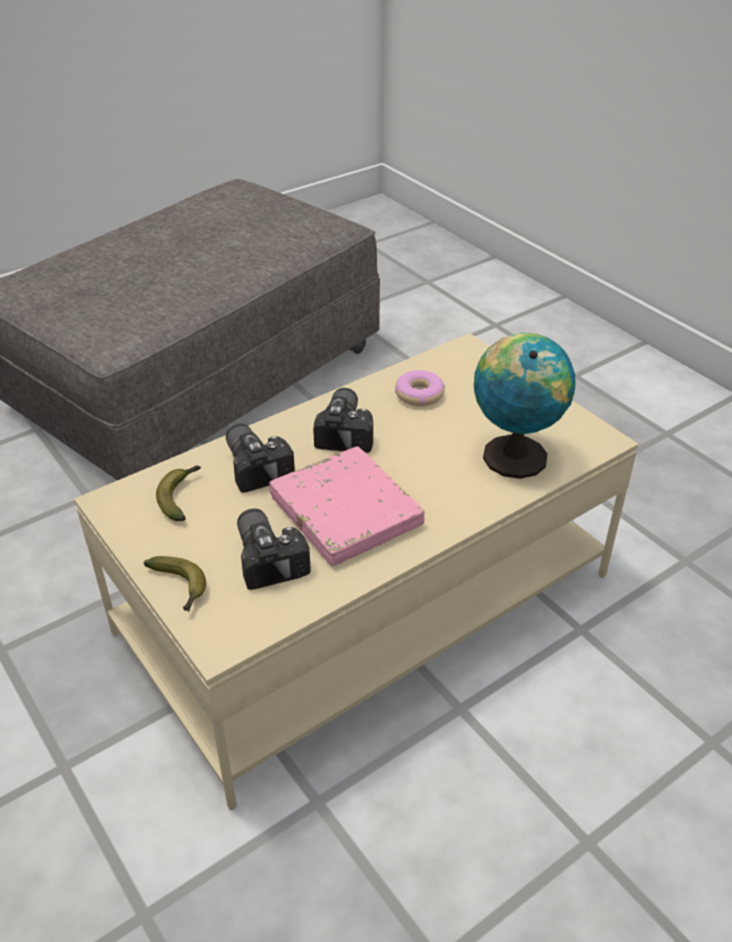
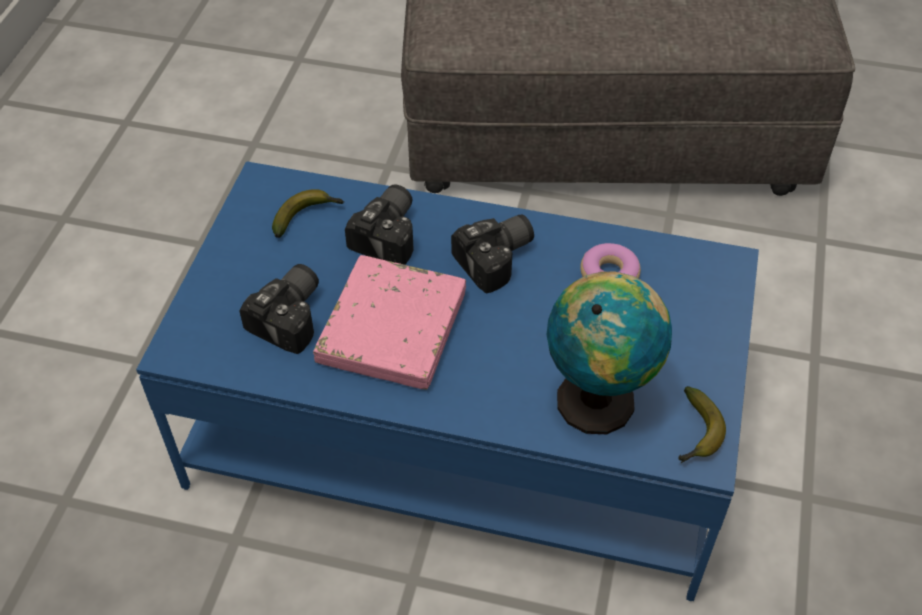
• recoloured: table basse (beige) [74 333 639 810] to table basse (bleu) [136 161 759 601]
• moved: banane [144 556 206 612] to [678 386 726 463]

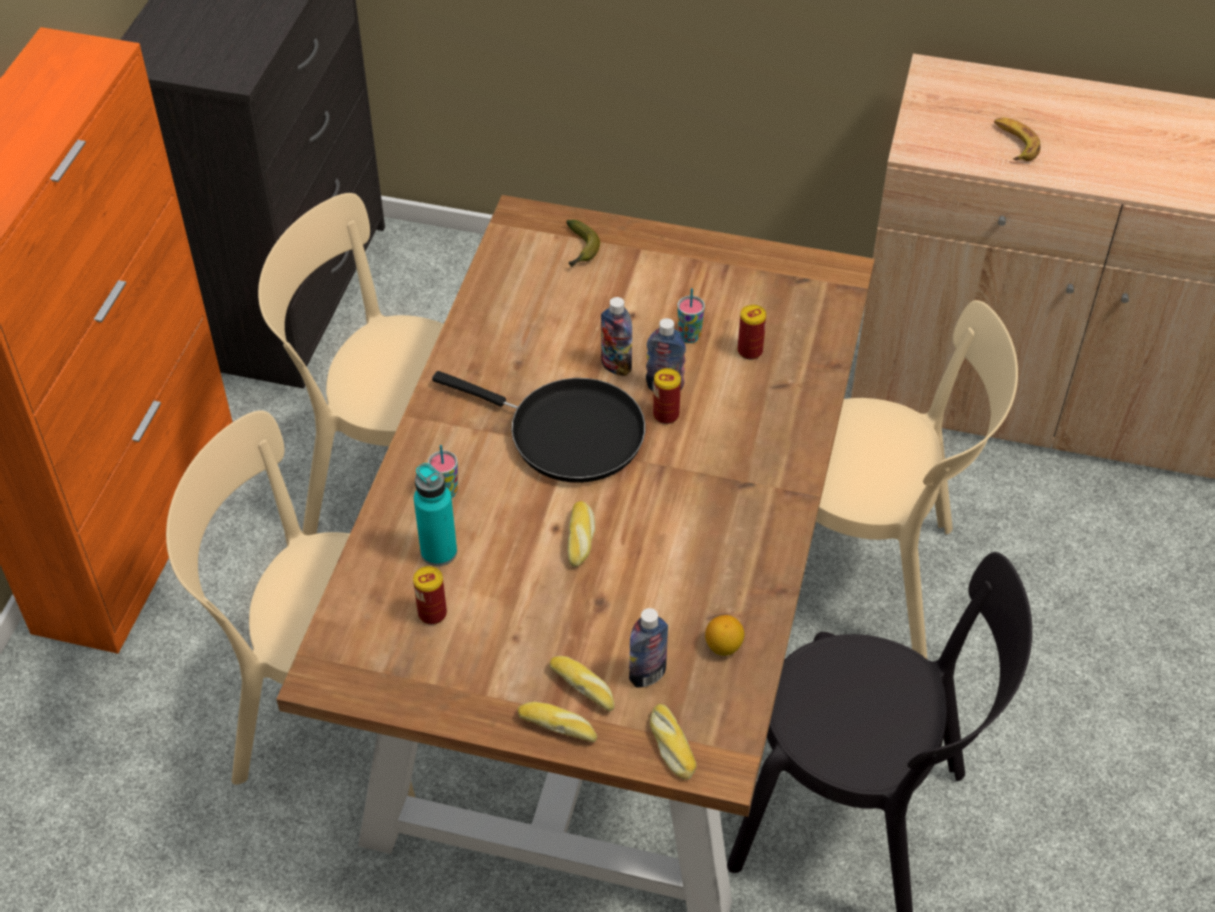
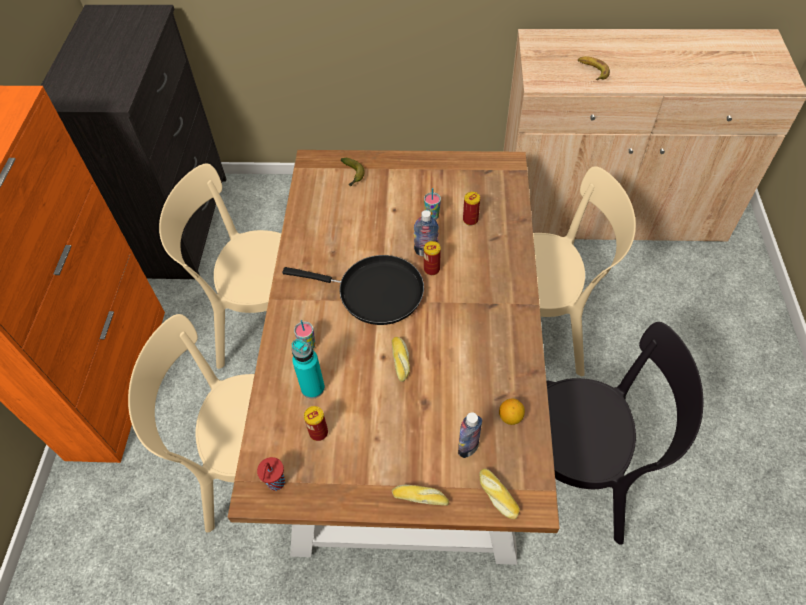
• added: tasse (rouge) [257 457 285 491]
• removed: pain [550 656 615 712]
• removed: bouteille [601 297 632 376]

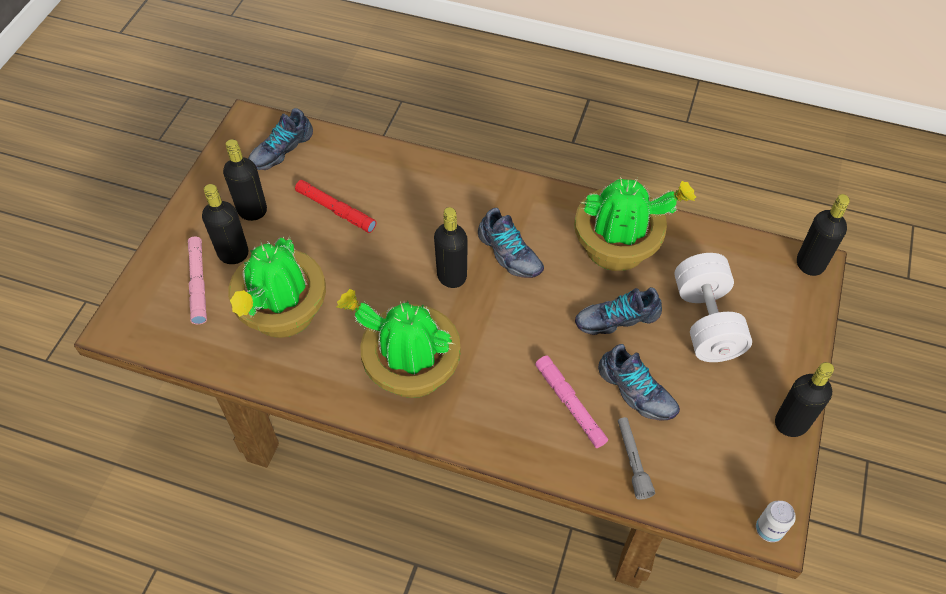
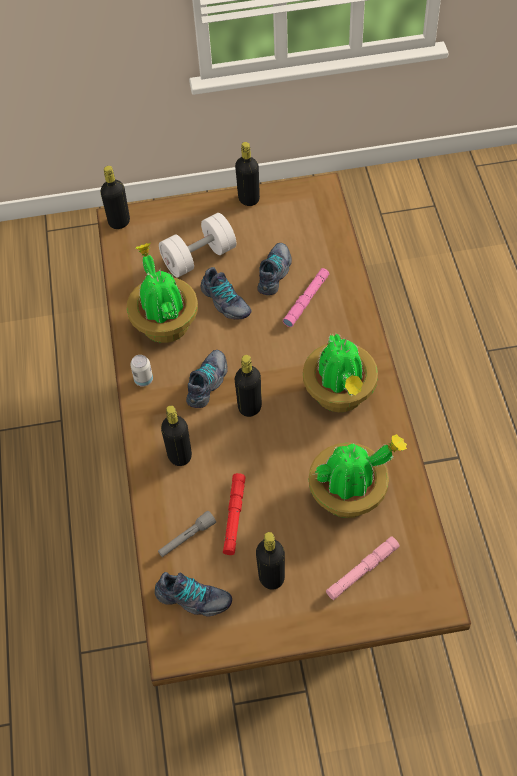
• moved: boîte métallique [756 501 796 542] to [130 355 153 387]
• moved: lampe de poche (gris) [618 417 655 500] to [158 511 216 557]
• moved: bouteille (noir) [202 184 248 264] to [161 405 192 466]

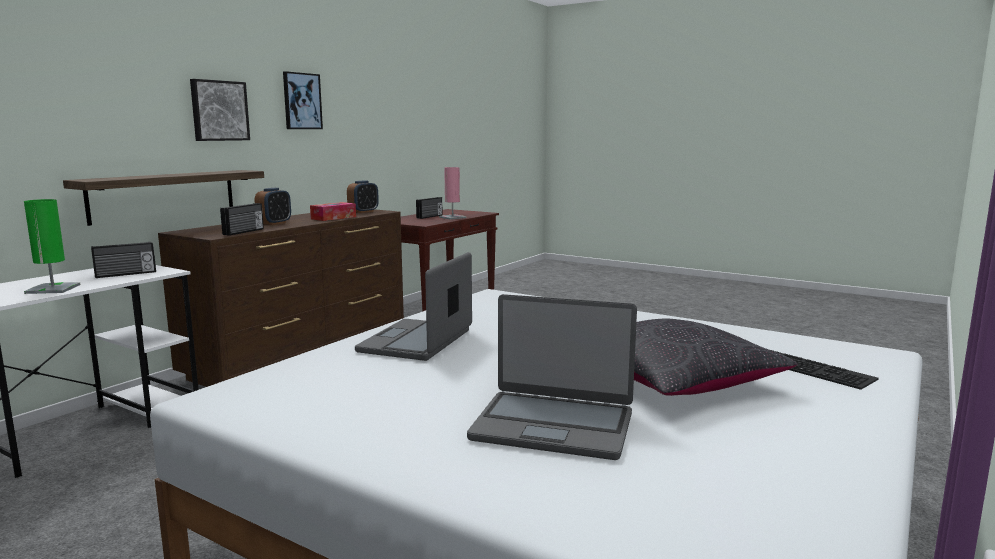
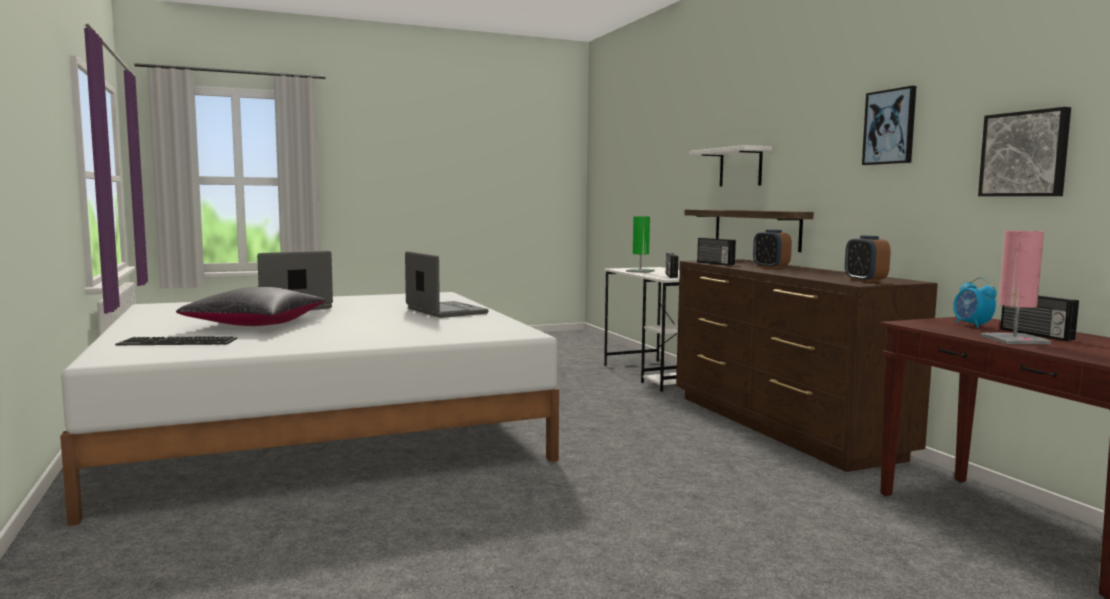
• added: étagère (blanc) [689 145 772 186]
• added: réveil [953 277 997 328]
• moved: tableau [190 79 250 141] to [978 107 1071 196]
• removed: boîte à mouchoirs [310 202 356 221]

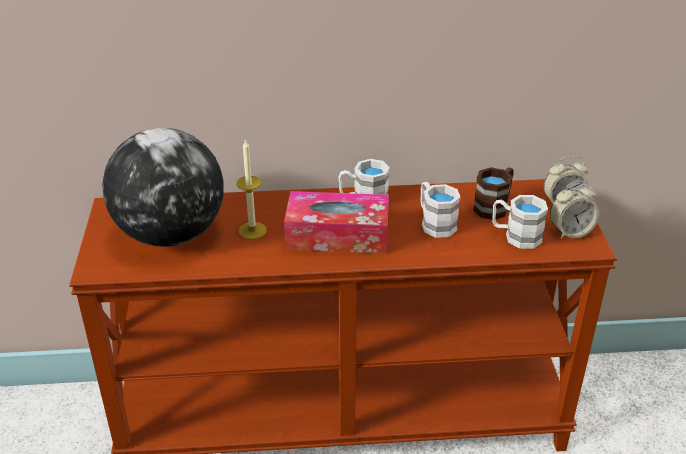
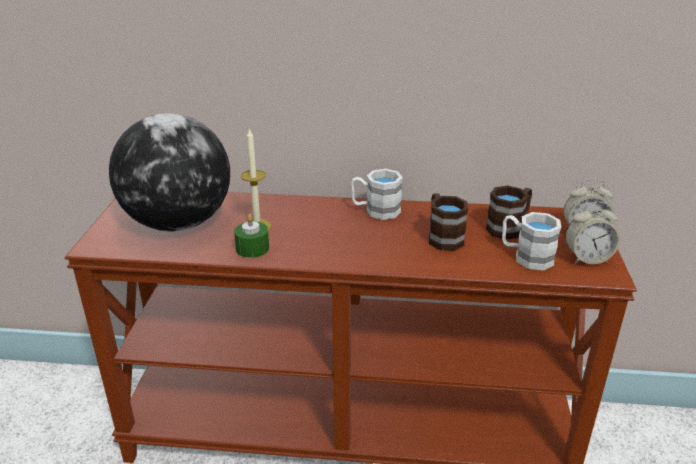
• added: bougie (vert) [234 214 269 258]
• recoloured: mug (blanc) [421 182 460 238] to mug (marron) [429 193 468 251]
• removed: boîte à mouchoirs [284 191 389 254]

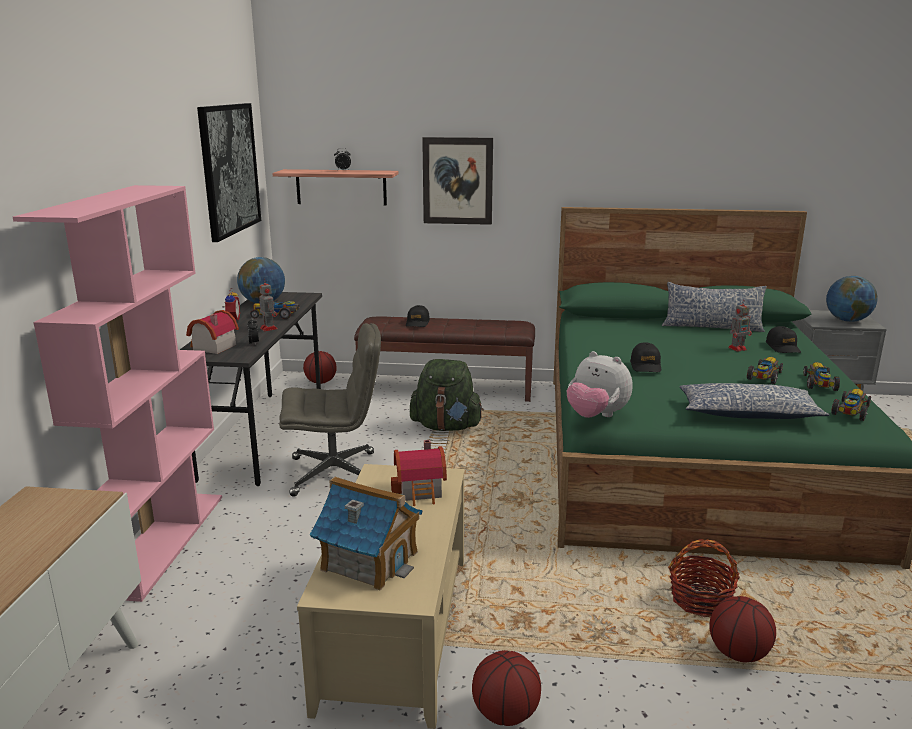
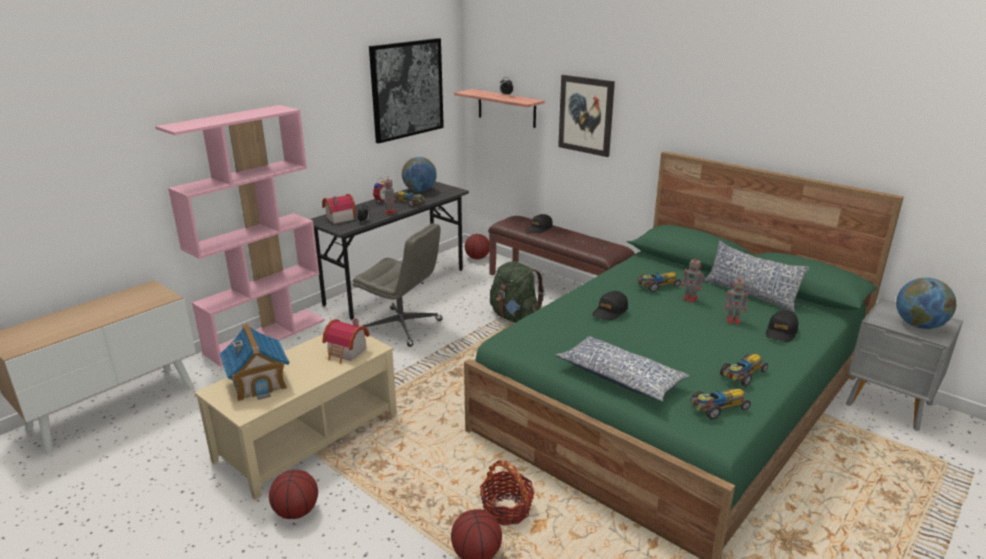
• moved: petite voiture [747 357 783 384] to [637 272 681 292]
• added: robot jouet [681 257 705 303]
• removed: peluche [567 351 633 418]

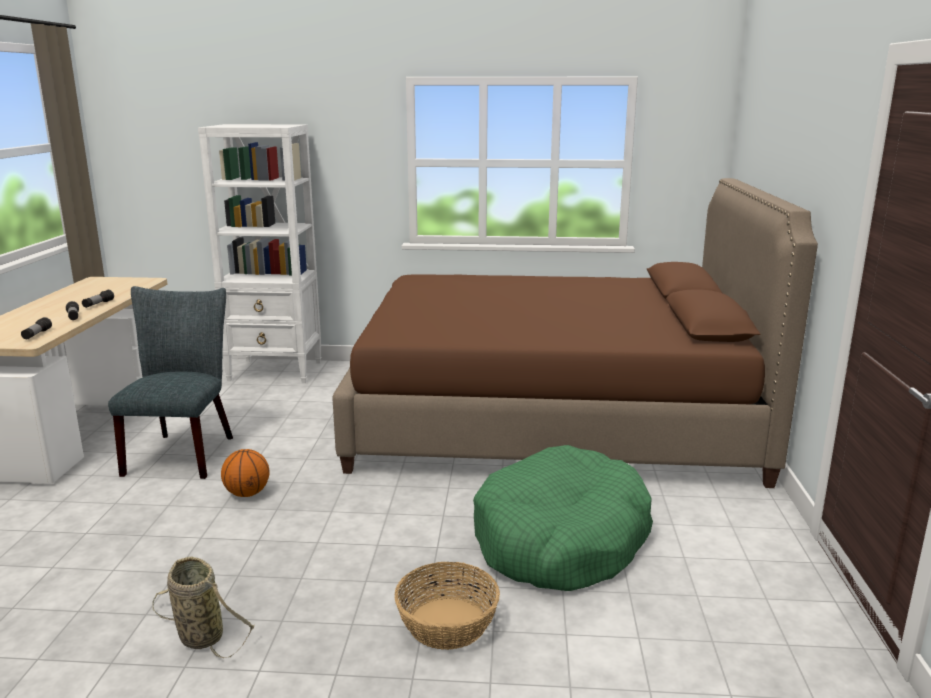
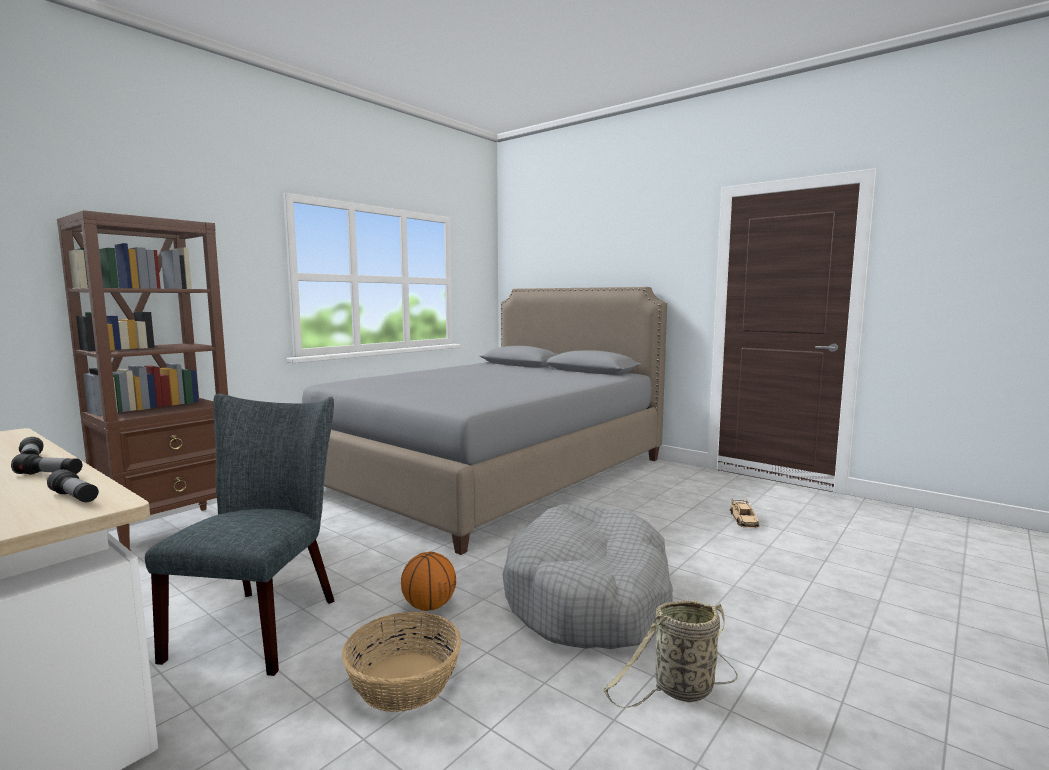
• recoloured: bibliothèque (blanc) [198 124 321 383] to bibliothèque (marron) [57 210 228 551]
• turned: chaise (gris) [108 286 233 479] = [145 394 335 676] 60 degrees clockwise
• recoloured: lit (marron) [332 178 818 488] to lit (gris) [302 287 667 555]
• moved: panier [395 562 500 650] to [342 612 461 712]
• added: panier pour chien (gris) [502 504 673 649]
• added: petite voiture (beige) [730 499 760 528]
• removed: panier pour chien (vert) [473 445 653 591]

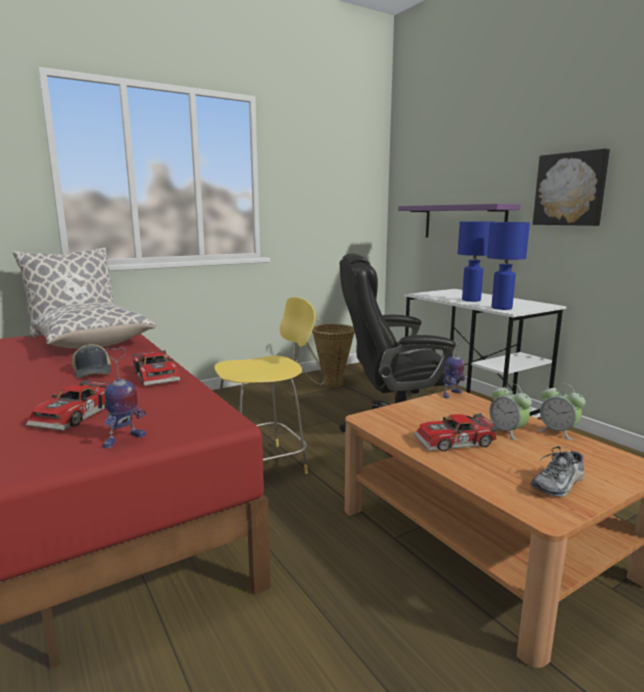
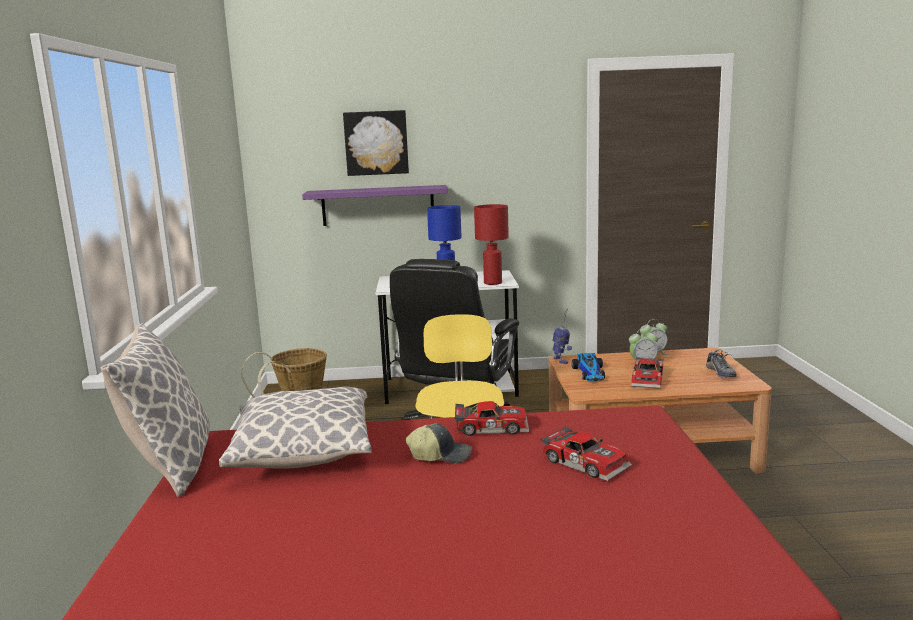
• moved: tableau [533 149 610 226] to [343 110 409 176]
• recoloured: lampe de table (bleu) [487 222 530 310] to lampe de table (rouge) [474 204 509 285]
• added: petite voiture [572 353 605 381]
• removed: robot jouet [103 348 146 448]

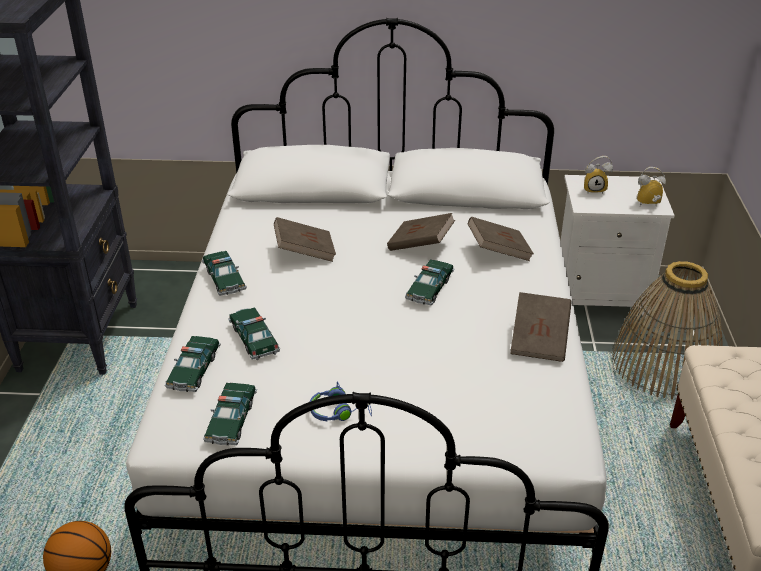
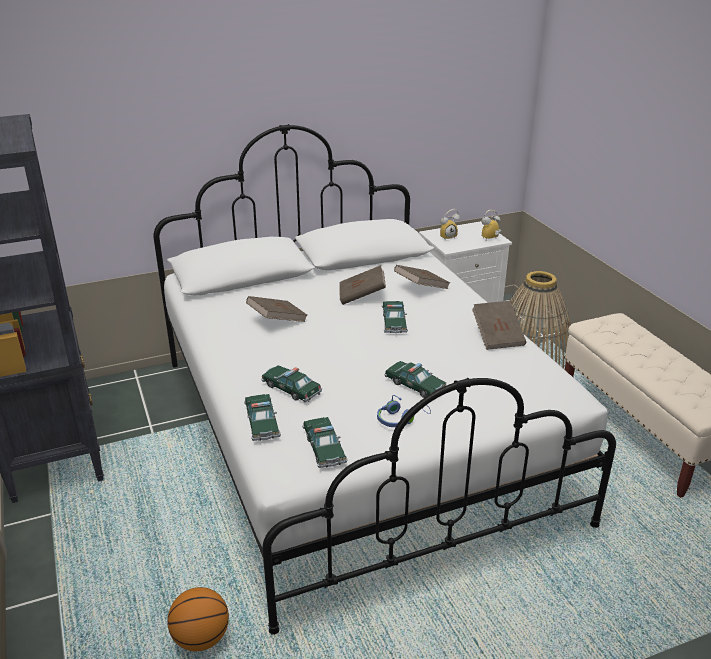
• moved: petite voiture [202 251 247 296] to [384 361 447 398]

